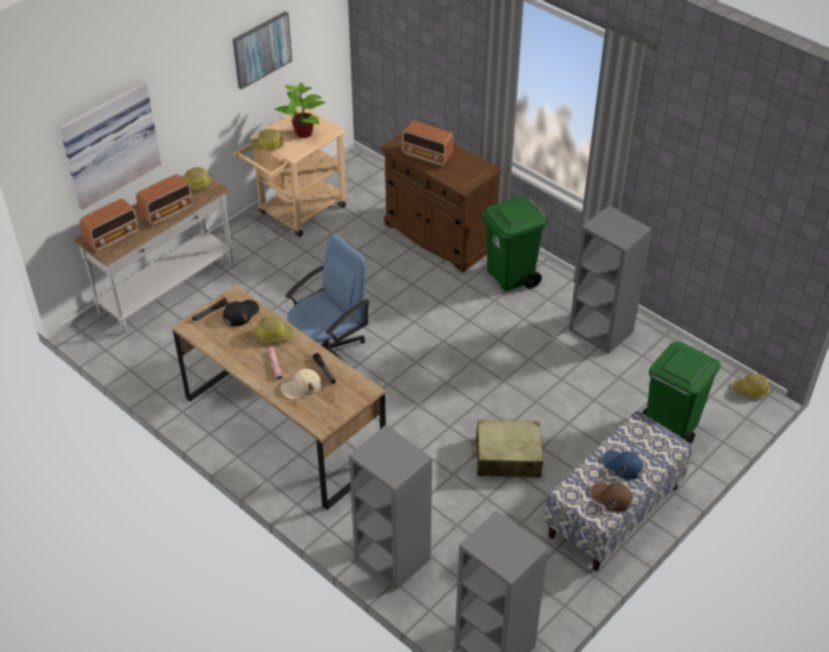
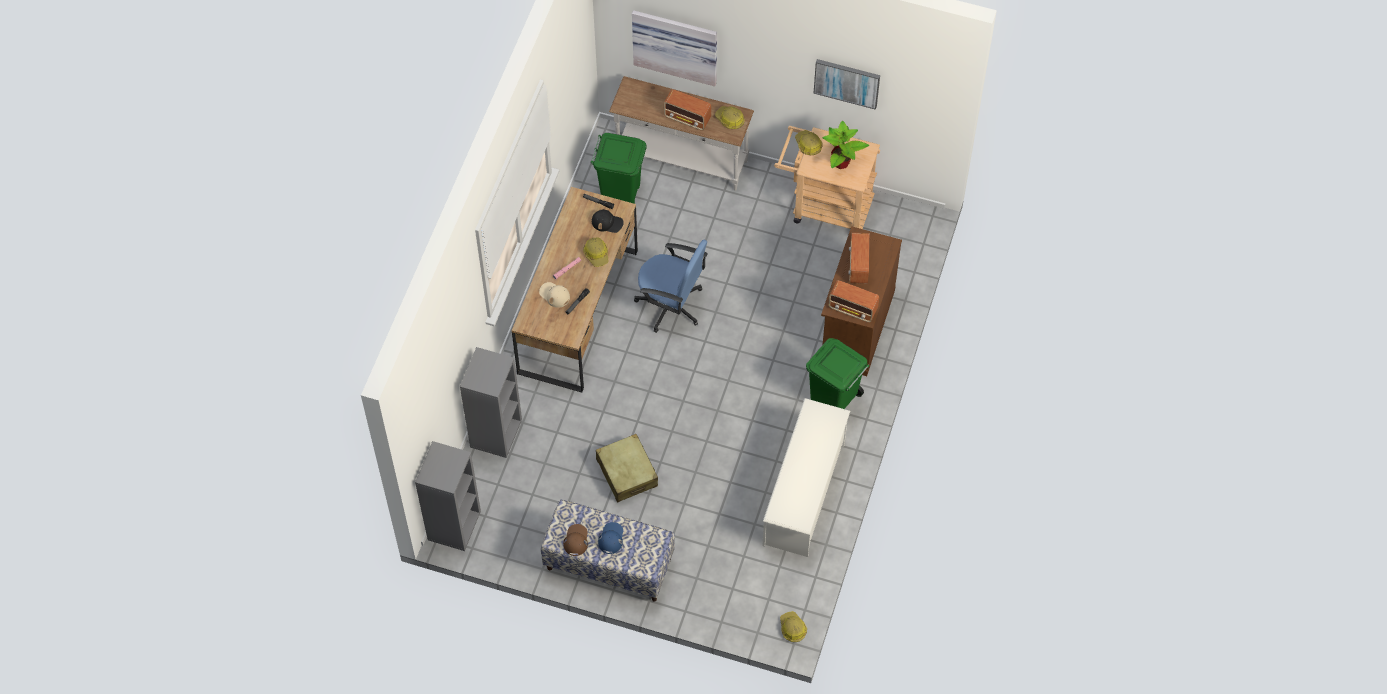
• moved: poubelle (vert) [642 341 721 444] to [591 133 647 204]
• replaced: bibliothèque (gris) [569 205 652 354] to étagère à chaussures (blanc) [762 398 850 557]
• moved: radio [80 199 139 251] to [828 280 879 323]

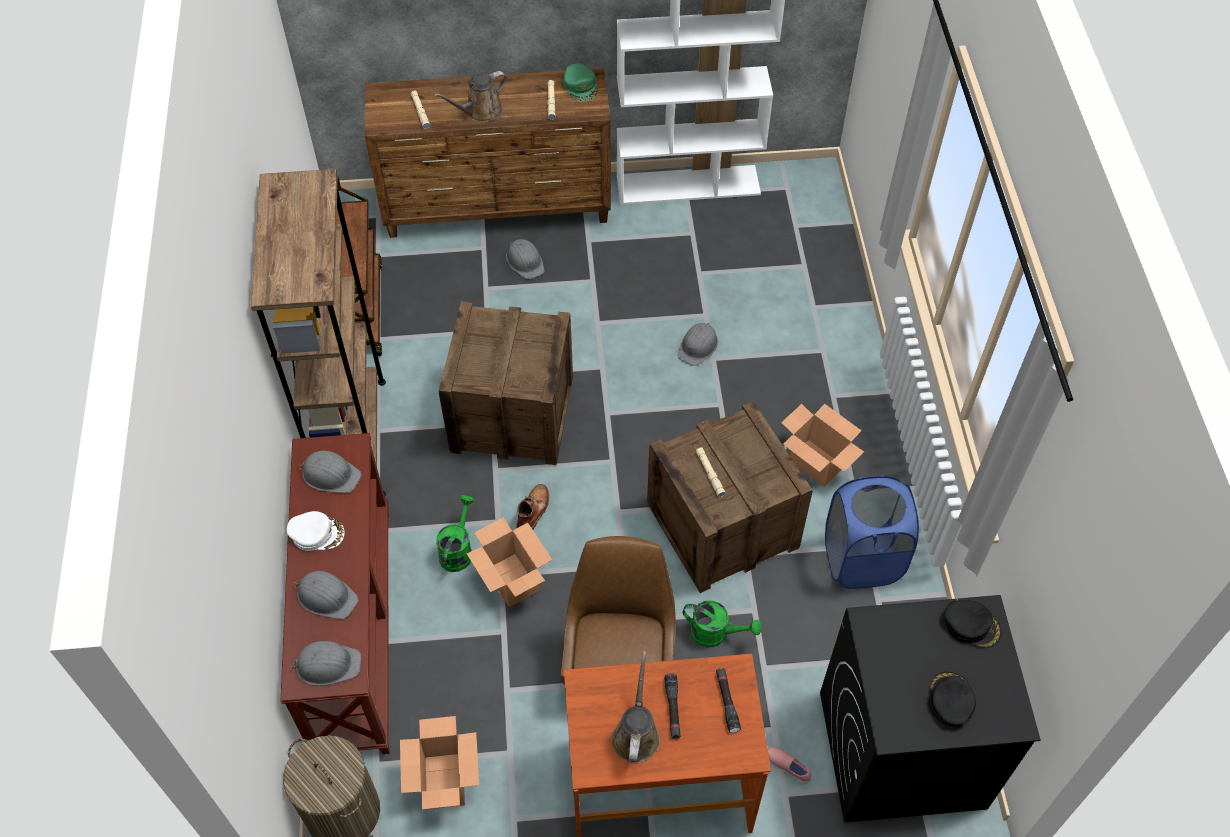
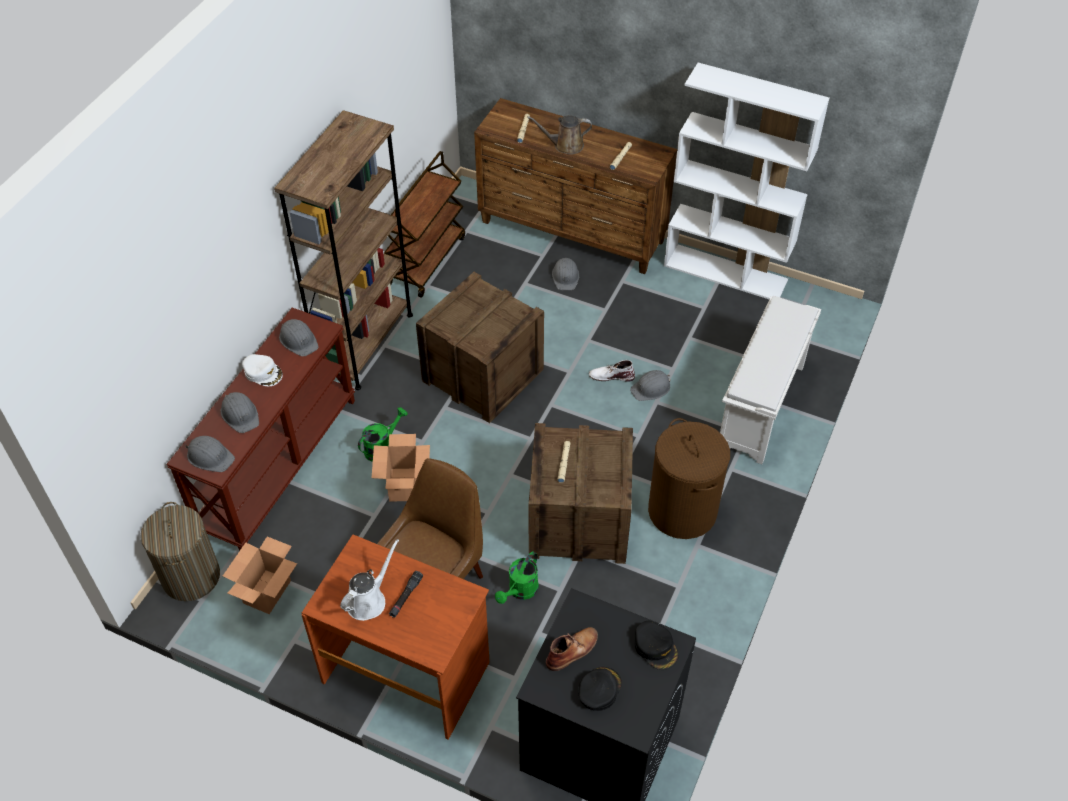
• recoloured: arrosoir (marron) [612 651 660 763] to arrosoir (blanc) [340 539 399 621]
• turned: arrosoir (vert) [683 600 762 647] = [495 551 539 604] 75 degrees clockwise
• moved: botte (marron) [516 484 549 530] to [546 627 598 671]
• added: botte (blanc) [589 360 635 382]
• replaced: carton [781 404 864 487] to panier à linge (marron) [648 418 730 539]
• added: étagère à chaussures (blanc) [720 296 821 464]
• removed: casquette (vert) [563 63 598 102]
• removed: lampe de poche (noir) [716 668 741 733]
• removed: chaussure (rose) [768 747 811 784]
• removed: panier à linge (bleu) [825 475 919 589]

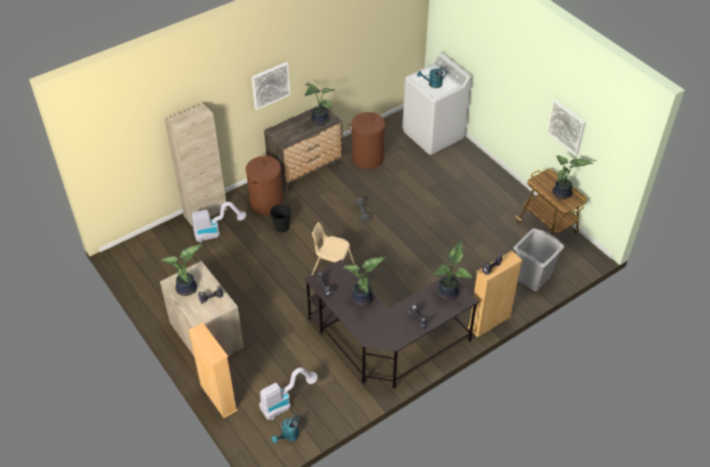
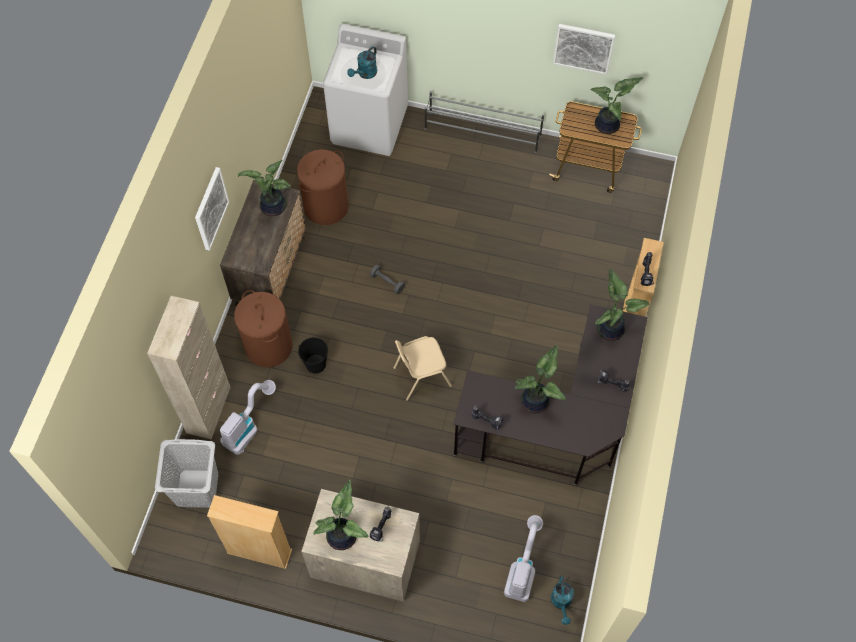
• moved: panier à linge (gris) [513 228 564 291] to [155 439 218 508]
• moved: bibliothèque (beige) [188 323 238 418] to [207 495 292 569]
• added: étagère à chaussures (gris) [425 91 544 153]

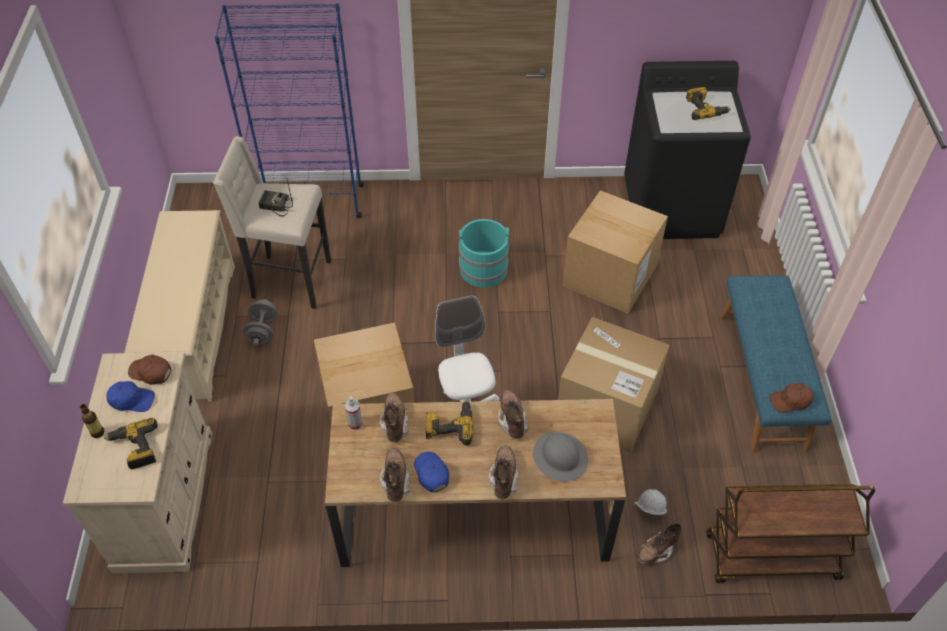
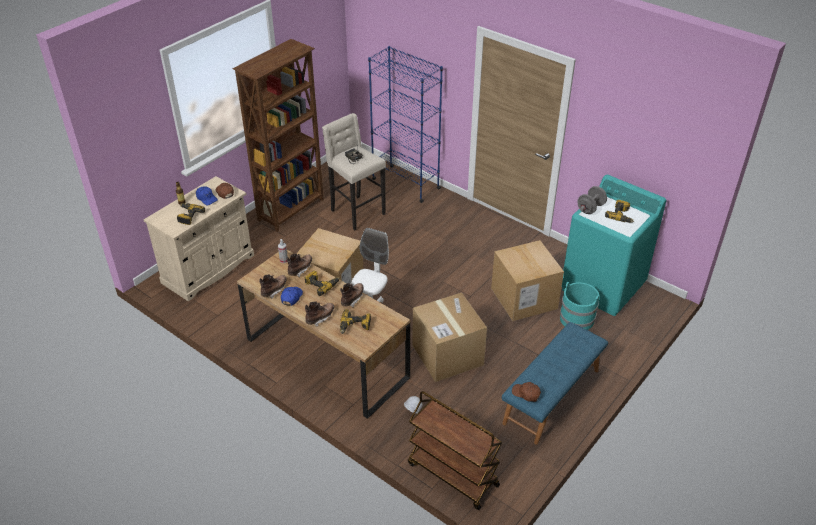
• replaced: étagère à chaussures (beige) [124 210 235 402] to bibliothèque (marron) [233 39 324 232]
• replaced: casque de chantier (gris) [533 432 588 482] to perceuse [340 309 371 334]
• moved: seau (turquoise) [459 219 509 287] to [560 282 600 330]
• recoloured: lave-linge (noir) [624 61 751 239] to lave-linge (turquoise) [562 175 666 316]
• moved: haltère (gris) [243 299 278 346] to [577 186 607 214]
• removed: botte (marron) [637 520 682 565]

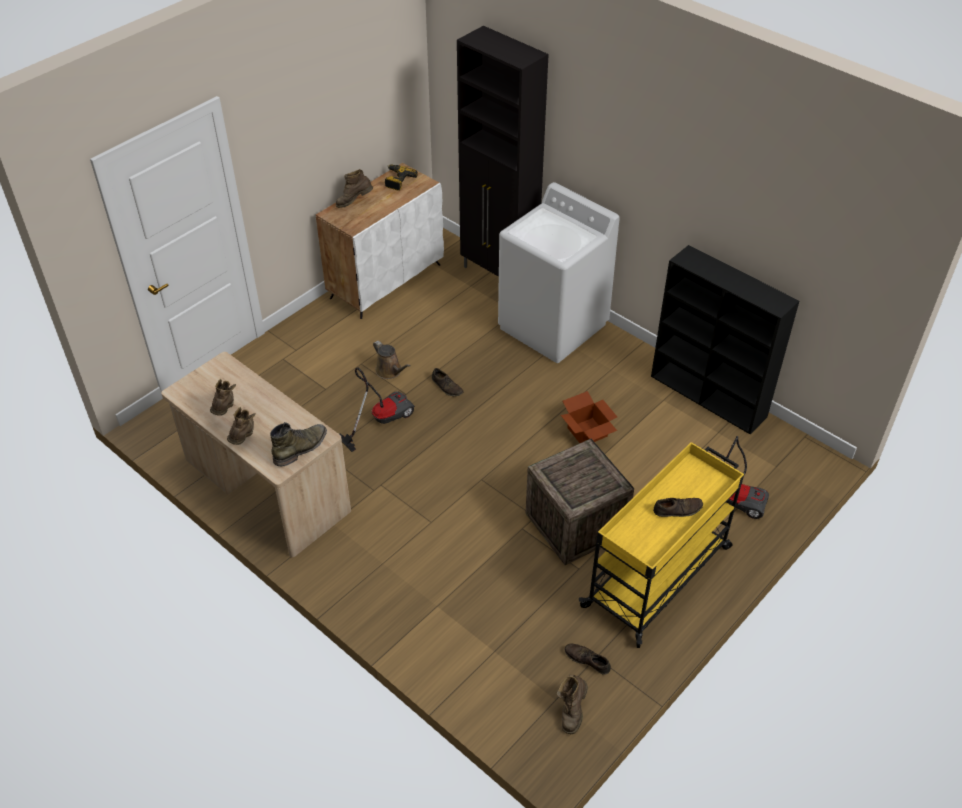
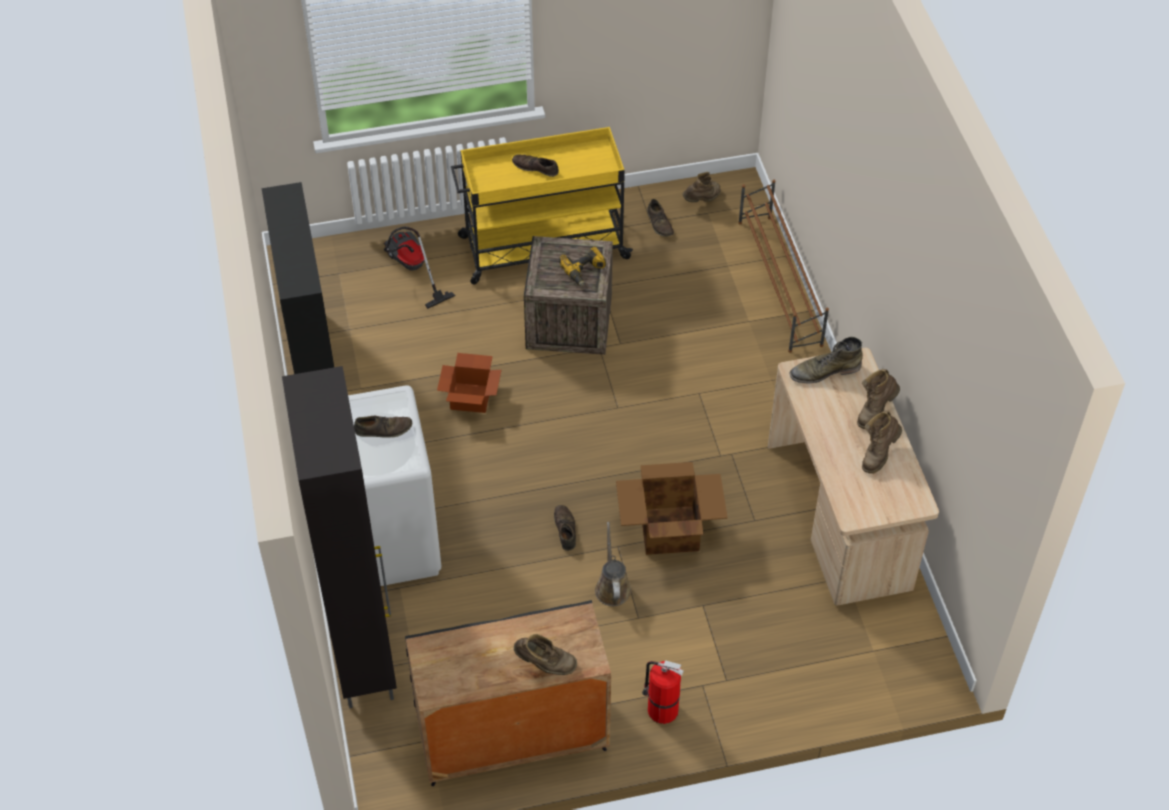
• added: chaussure (marron) [354 416 412 438]
• recoloured: meuble de rangement (blanc) [316 163 444 319] to meuble de rangement (noir) [405 600 611 786]
• moved: perceuse [385 164 418 191] to [559 246 606 287]
• replaced: aspirateur [340 367 415 452] to carton [616 462 728 555]
• added: extincteur [642 660 684 724]
• added: étagère à chaussures (marron) [738 180 829 353]

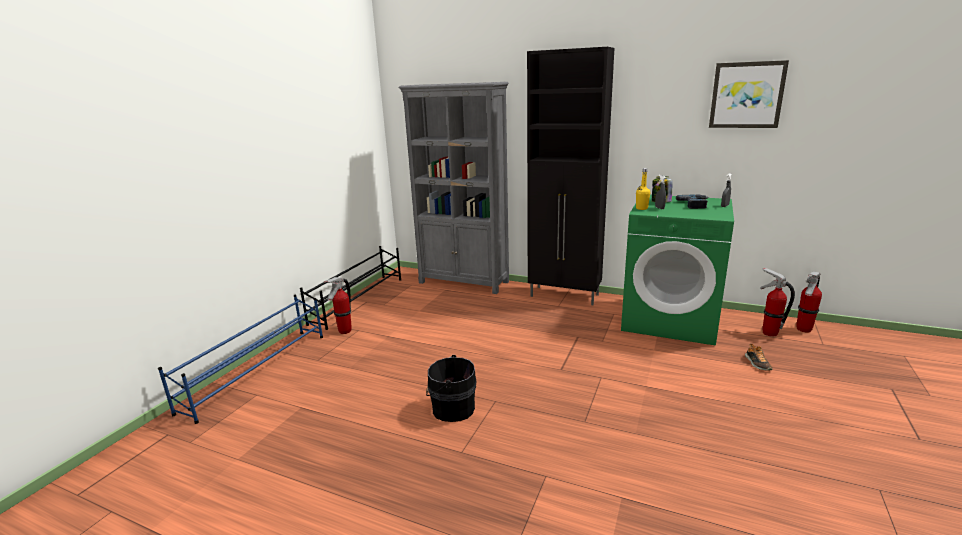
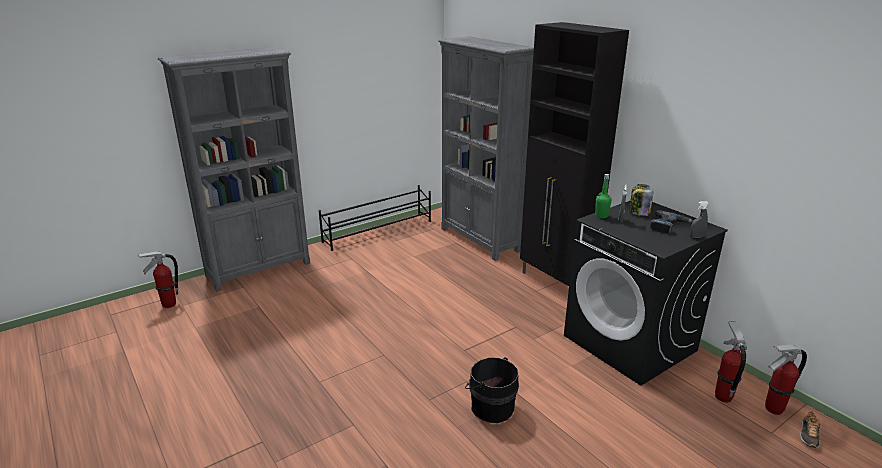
• moved: extincteur [324 277 352 334] to [137 252 178 308]
• replaced: étagère à chaussures (bleu) [158 295 323 424] to bibliothèque (gris) [158 47 310 292]
• moved: seau (noir) [426 355 477 422] to [465 357 519 423]
• recoloured: lave-linge (vert) [621 195 734 346] to lave-linge (noir) [564 201 728 386]
• recoloured: bouteille (jaune) [636 168 650 210] to bouteille (vert) [595 174 612 218]
• moved: chaussure [745 343 773 371] to [800 411 820 448]
• removed: tableau [709 60 789 128]

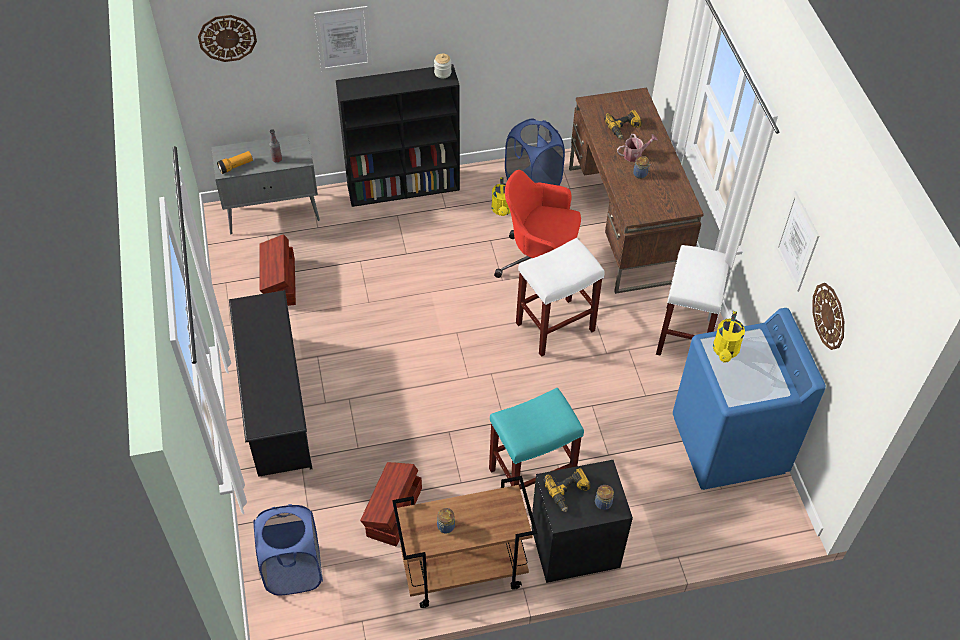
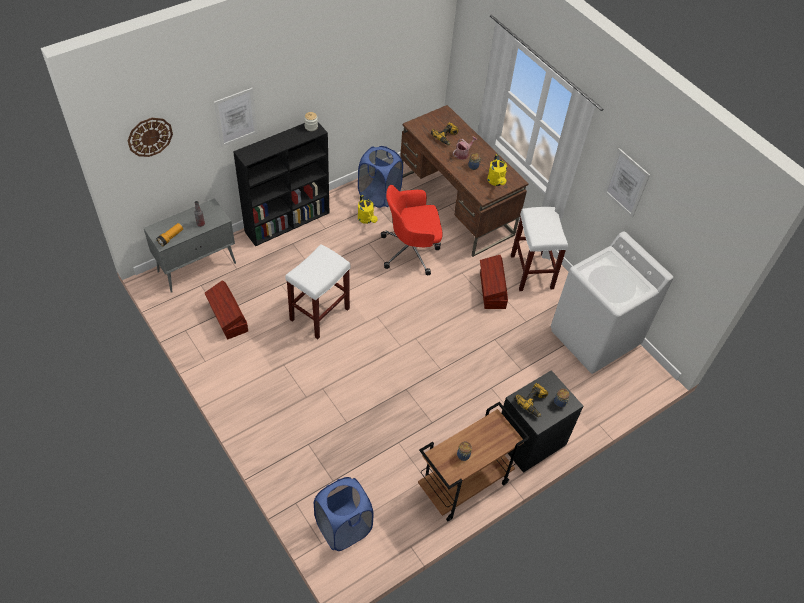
• moved: tabouret (blanc) [516 238 605 357] to [285 244 350 339]
• moved: boîte de rangement (marron) [360 462 422 547] to [480 255 508 309]
• moved: arrosoir (jaune) [713 311 745 362] to [487 154 507 186]
• recoloured: lave-linge (bleu) [673 308 826 490] to lave-linge (blanc) [551 231 673 374]
• removed: étagère à chaussures (noir) [229 290 312 477]
• removed: tabouret (turquoise) [489 387 584 490]
• removed: horloge murale [812 283 844 350]

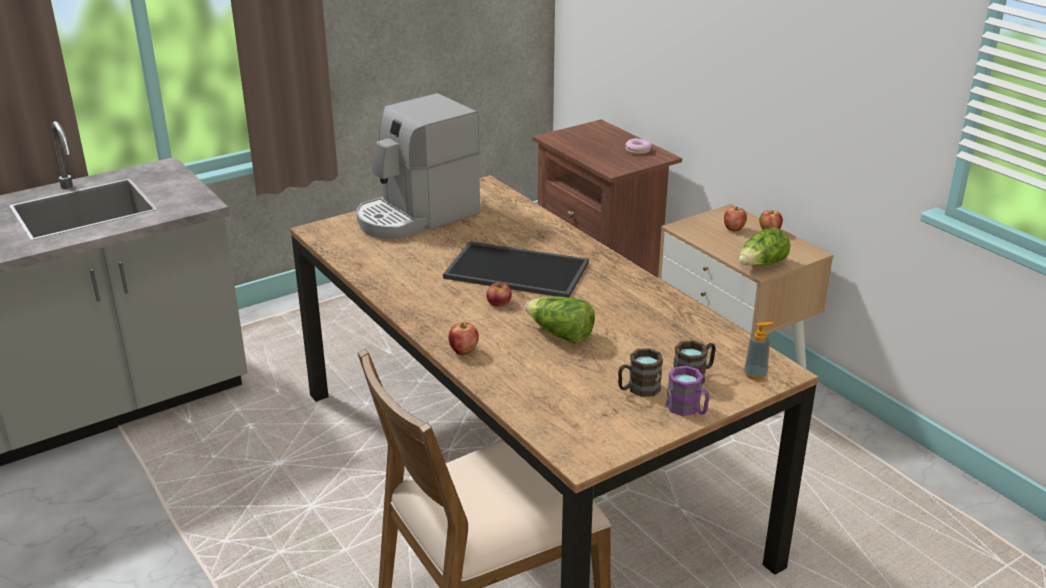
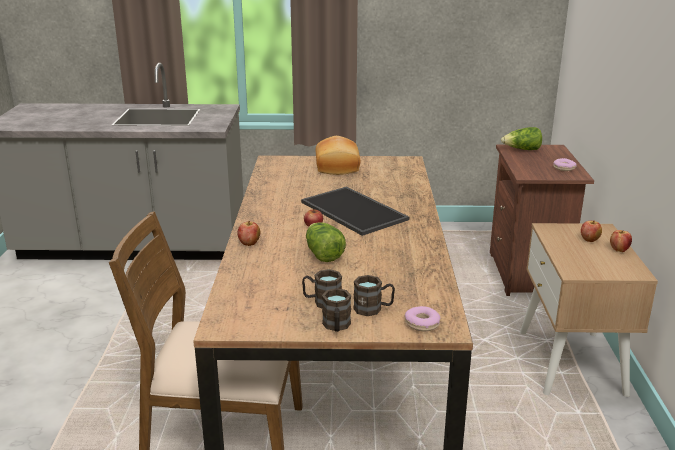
• replaced: machine à café [356 93 480 239] to pain [315 136 360 175]
• recoloured: mug (violet) [666 366 710 416] to mug (marron) [322 288 351 332]
• replaced: distributeur de savon [744 322 774 380] to beignet [405 306 441 331]
• moved: laitue [739 228 791 266] to [501 127 542 150]

